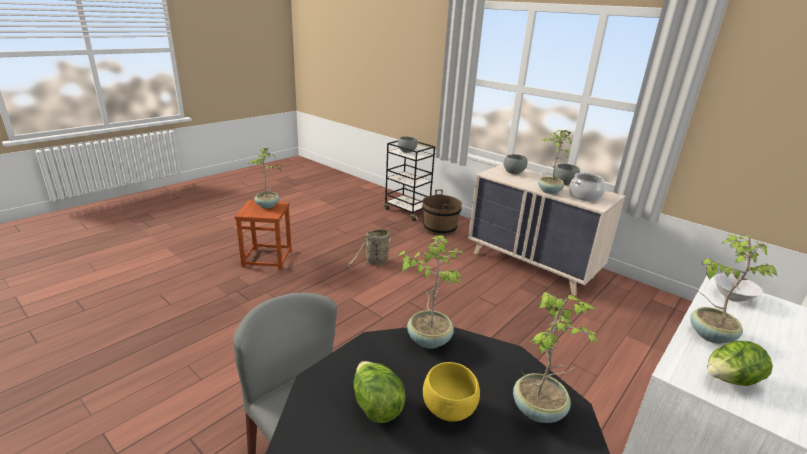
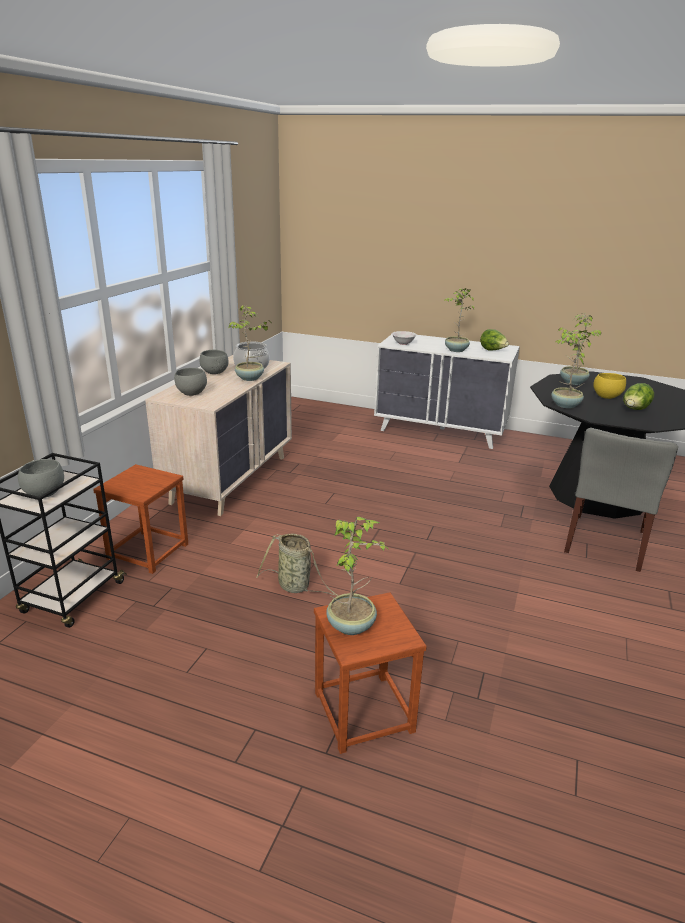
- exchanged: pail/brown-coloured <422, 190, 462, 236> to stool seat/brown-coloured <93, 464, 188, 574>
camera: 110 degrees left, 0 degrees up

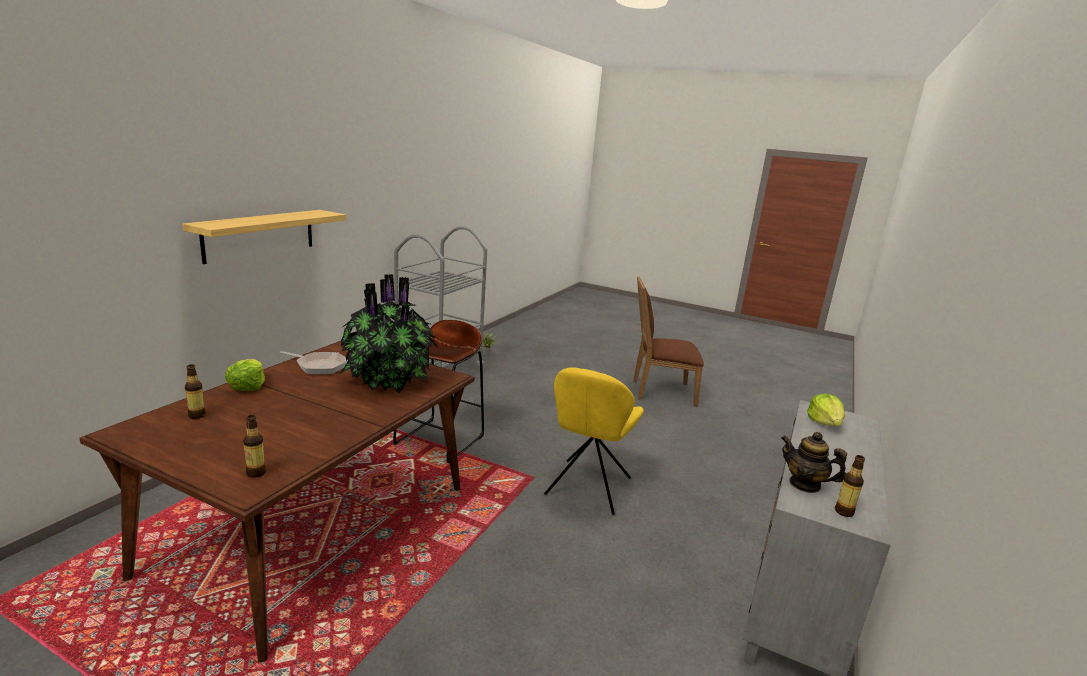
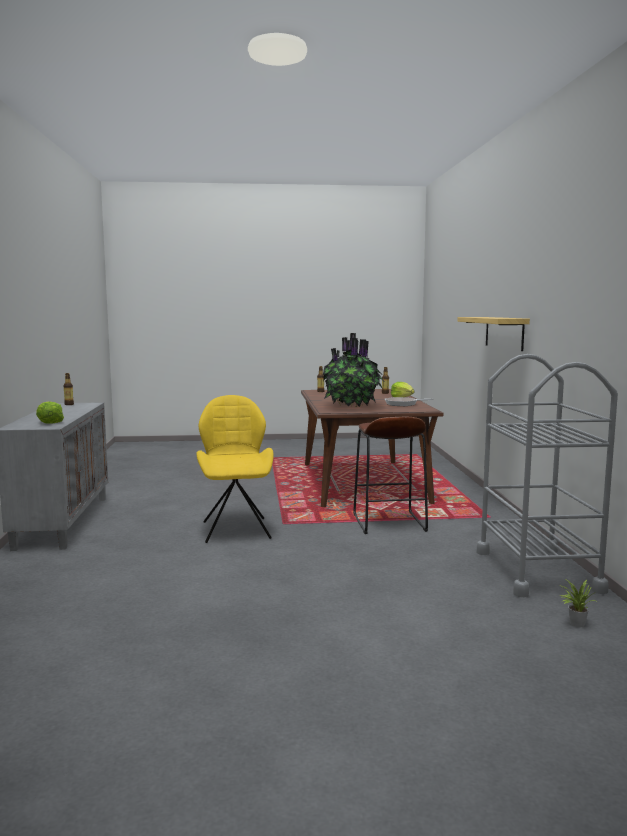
- missing: upright chair/brown-coloured <633, 276, 704, 407>
- missing: pot for tea <781, 432, 847, 493>
camera: 150 degrees right, 10 degrees down

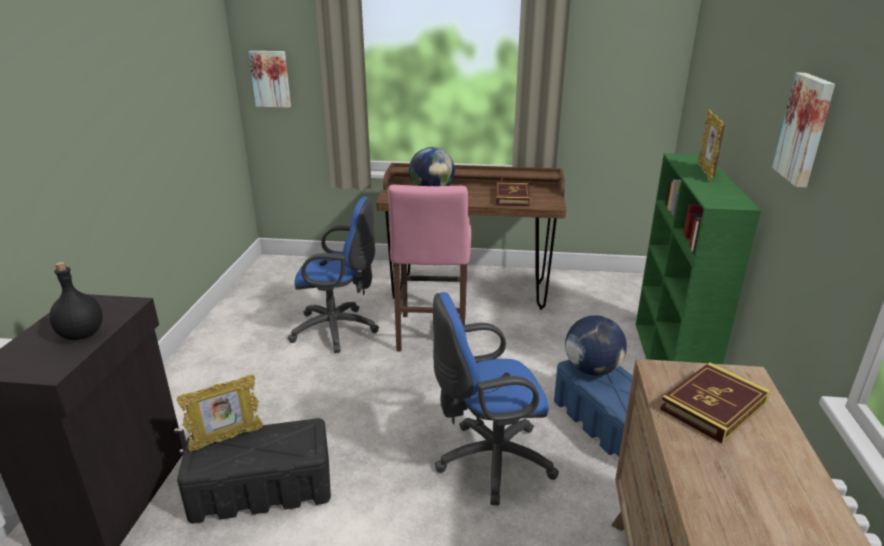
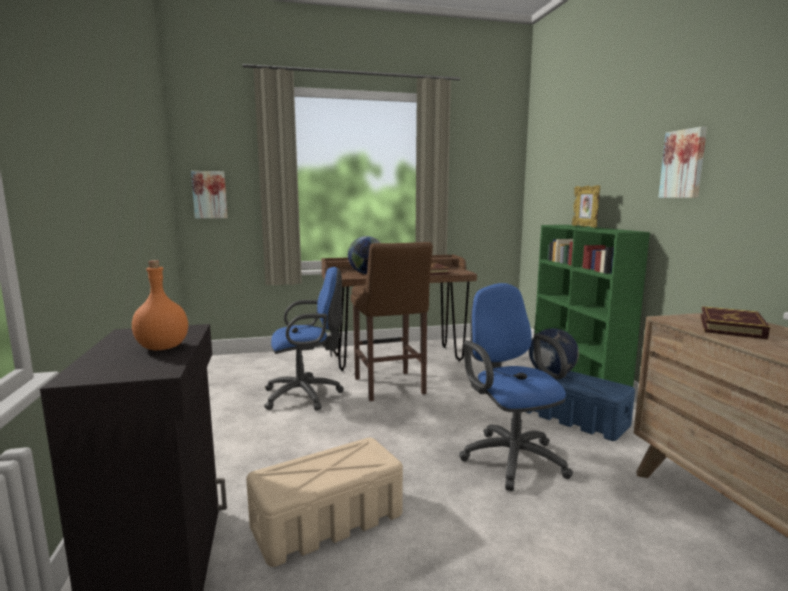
- colour: beverage bottle/blackish <50, 262, 103, 340> to beverage bottle/orange-coloured <132, 260, 188, 350>
- colour: storage box/blackish <177, 418, 331, 523> to storage box/beige-coloured <246, 438, 403, 567>
- colour: stool seat/pink <388, 185, 471, 351> to stool seat/brown-coloured <351, 242, 433, 401>
- spun: computer chair/bluish <433, 292, 559, 505> = <459, 283, 573, 491> 105 degrees clockwise
- missing: photo frame <177, 374, 263, 452>
camera: 20 degrees left, 15 degrees down

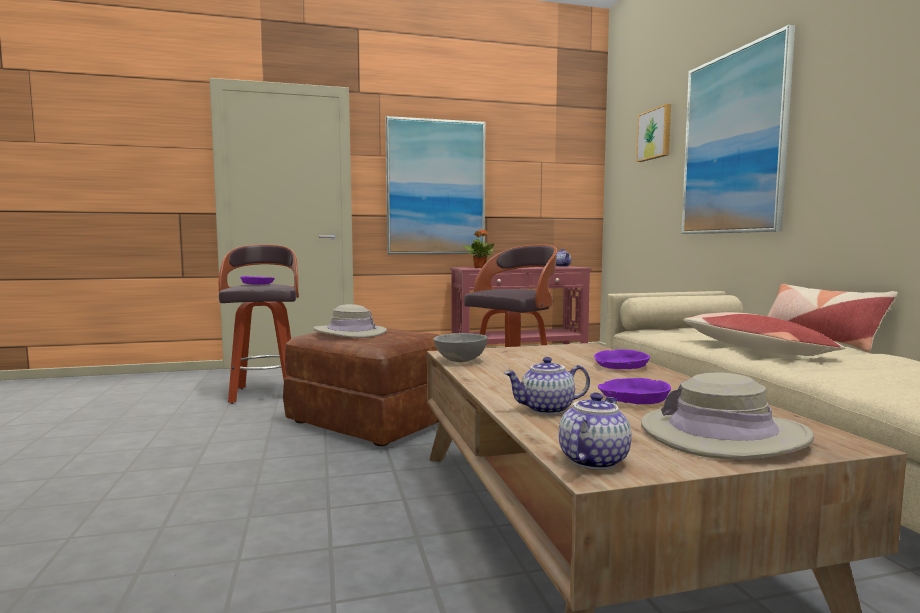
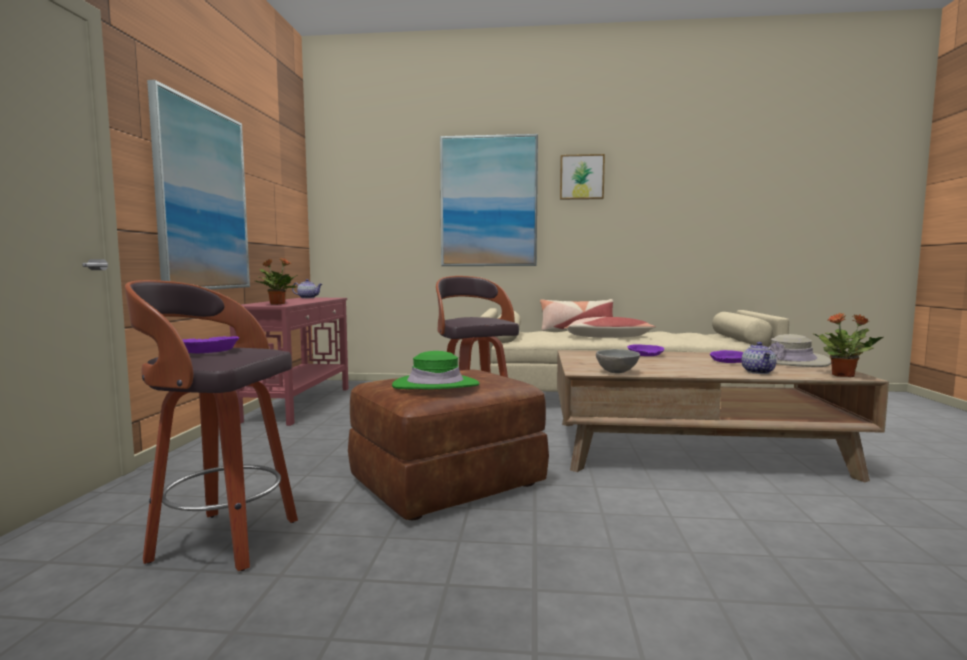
- colour: hat/beige-coloured <313, 304, 387, 338> to hat/greenish <392, 351, 479, 389>
- relocated: wall picture <636, 104, 671, 162> to <560, 154, 605, 200>
- exchanged: pot for tea <559, 393, 631, 470> to plant in a pot <812, 313, 883, 377>
camera: 70 degrees left, 0 degrees up

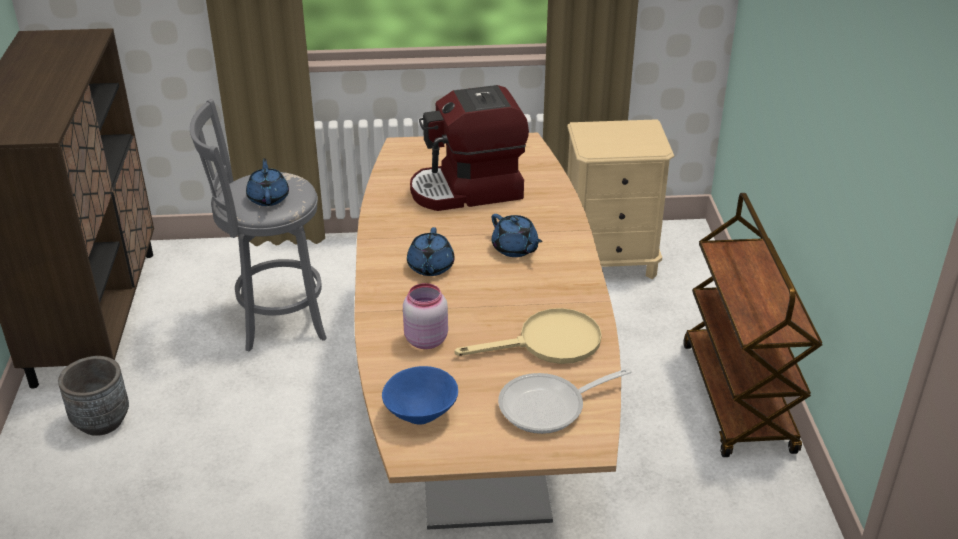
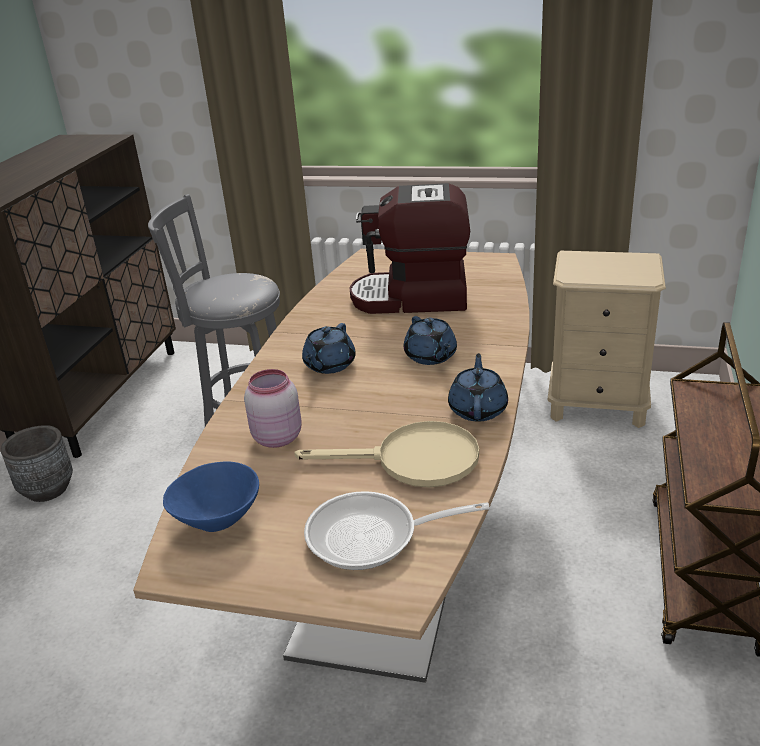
- relocated: pot for tea/bluish <246, 158, 289, 206> to <448, 353, 508, 422>
camera: 20 degrees right, 5 degrees down

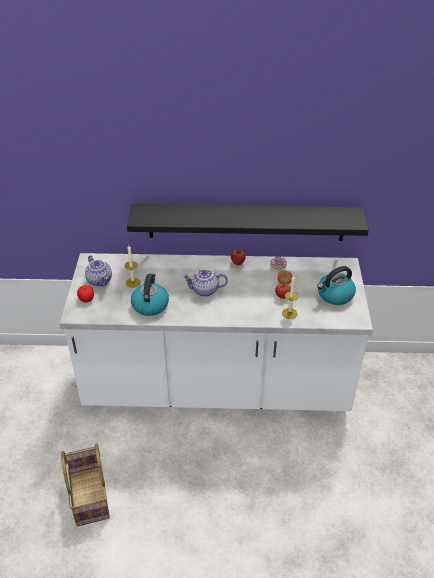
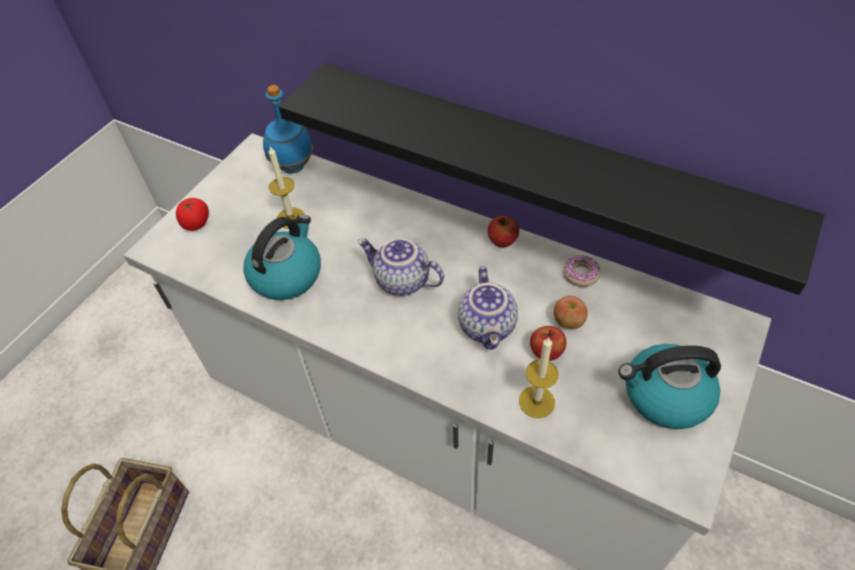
- appeared: beverage bottle/bluish <263, 85, 313, 174>
- relocated: pot for tea <85, 255, 112, 287> to <458, 266, 518, 350>
camera: 30 degrees right, 10 degrees up

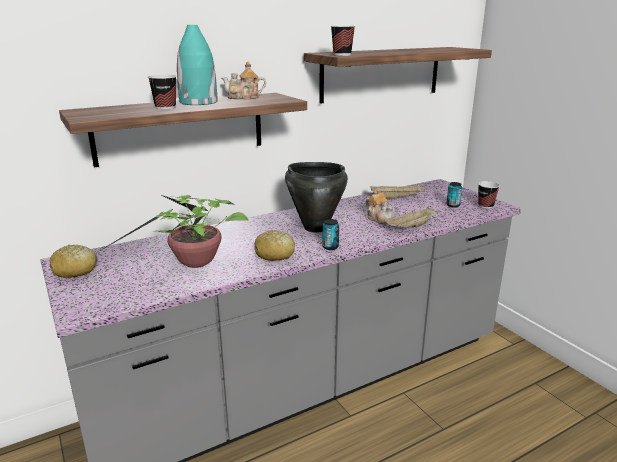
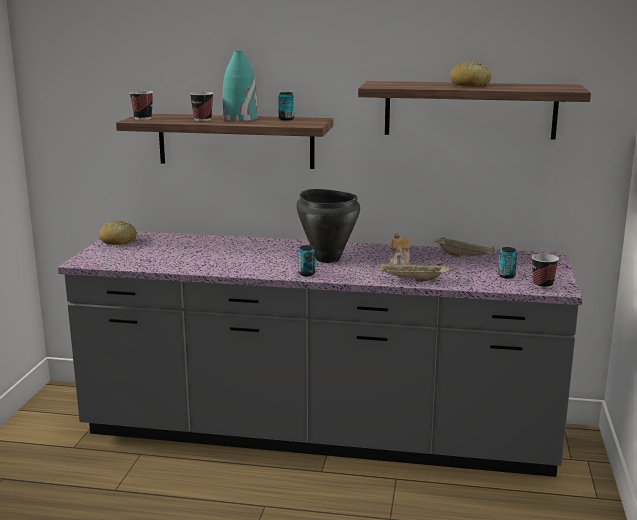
- relocated: drinking cup <331, 26, 355, 56> to <129, 91, 153, 120>
- exchanged: pot for tea <222, 62, 266, 99> to metal can <278, 92, 294, 120>
- relocated: bakery bread <254, 230, 295, 261> to <450, 61, 492, 87>
- missing: plant in a pot <96, 195, 249, 268>
camera: 40 degrees right, 5 degrees down

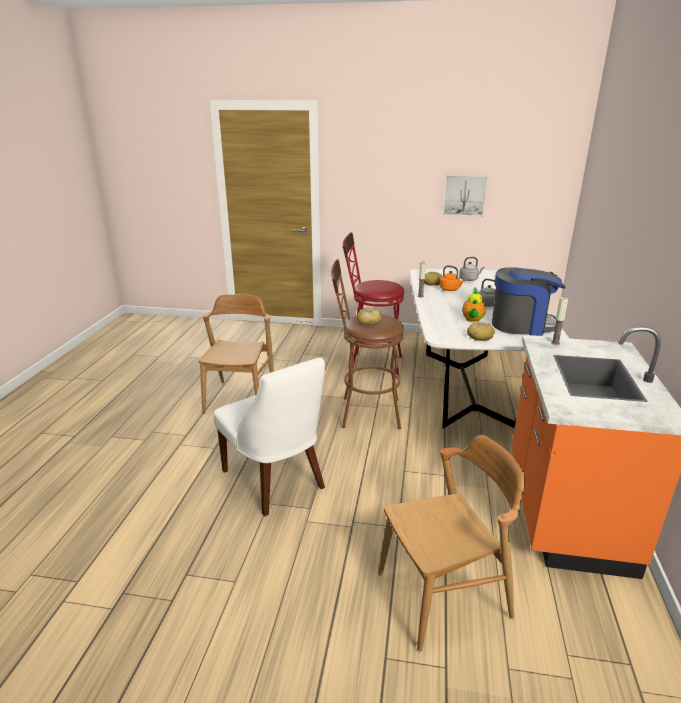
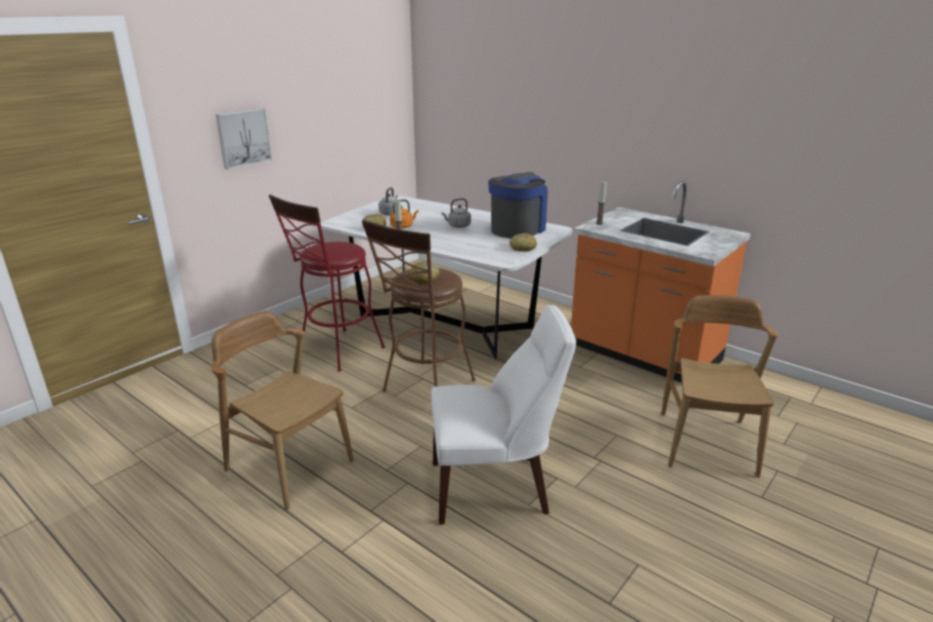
- relocated: wall picture <443, 174, 487, 217> to <216, 108, 272, 169>
- missing: pot for tea <462, 289, 486, 322>
camera: 60 degrees left, 0 degrees up

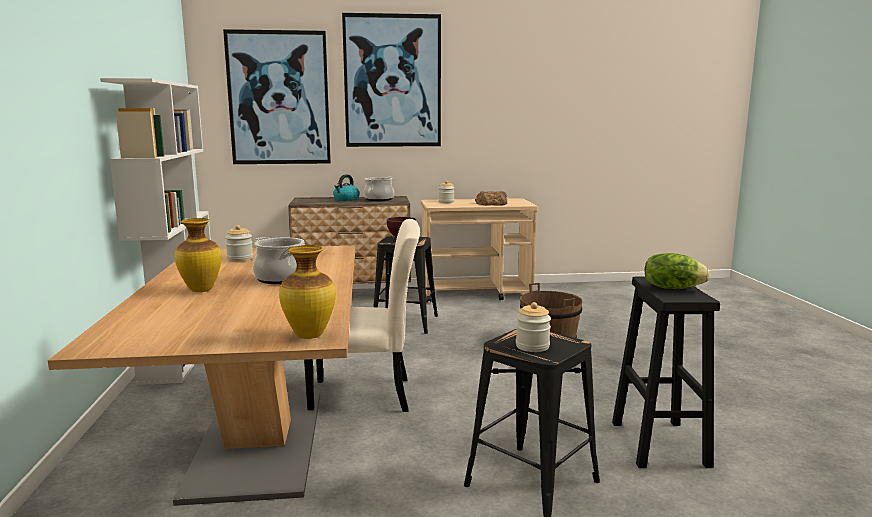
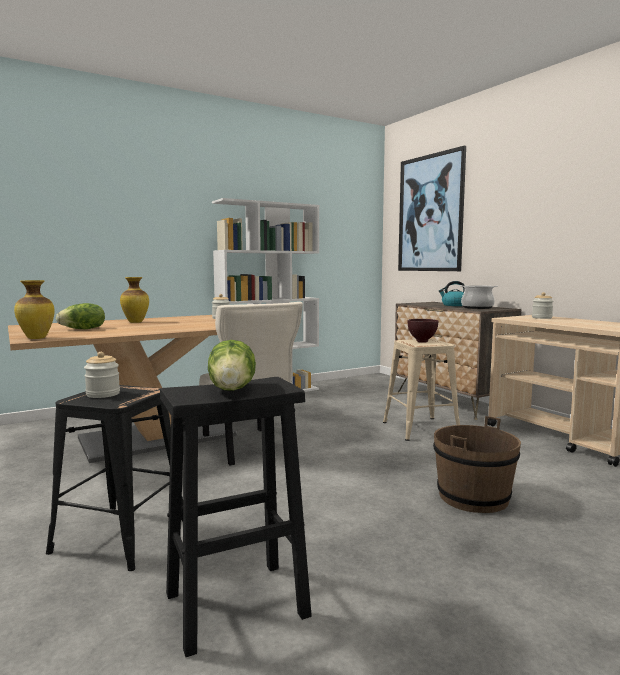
- appeared: head of lettuce <56, 303, 105, 329>
- colour: stool seat/blackish <373, 236, 438, 334> to stool seat/beige-coloured <383, 339, 460, 441>
- missing: stockpot <253, 237, 305, 284>
- missing: wall picture <342, 13, 441, 147>
- missing: bakery bread <475, 191, 507, 205>
camera: 65 degrees right, 5 degrees down

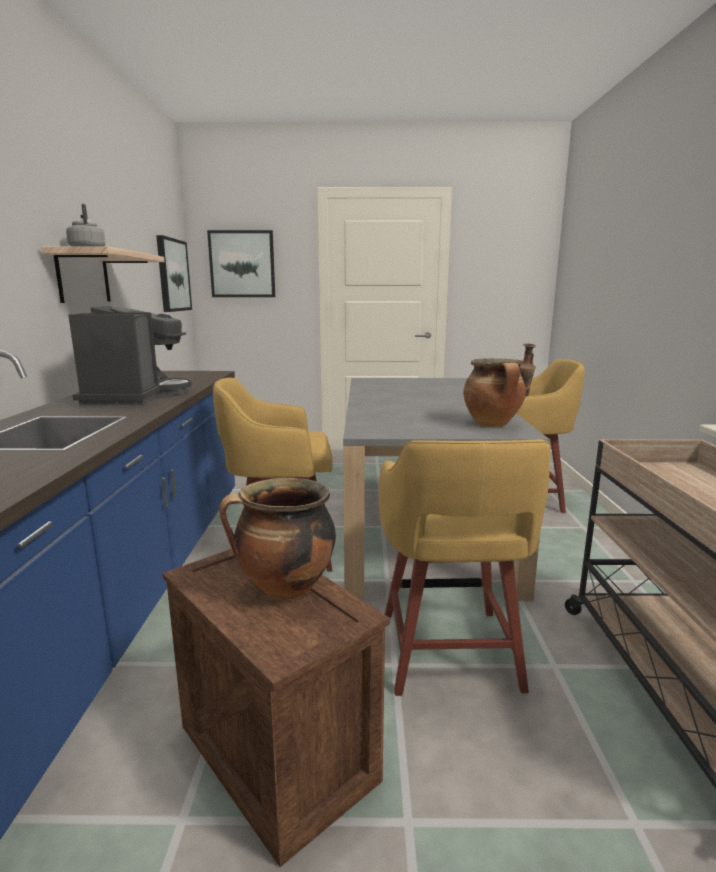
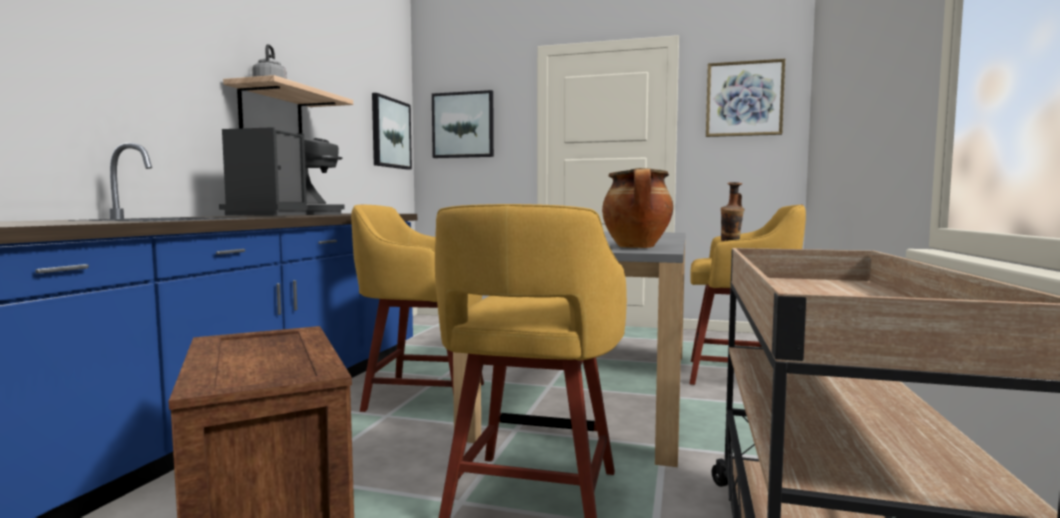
- appeared: wall picture <706, 59, 785, 137>
- missing: stockpot <219, 478, 336, 600>
camera: 15 degrees right, 10 degrees down

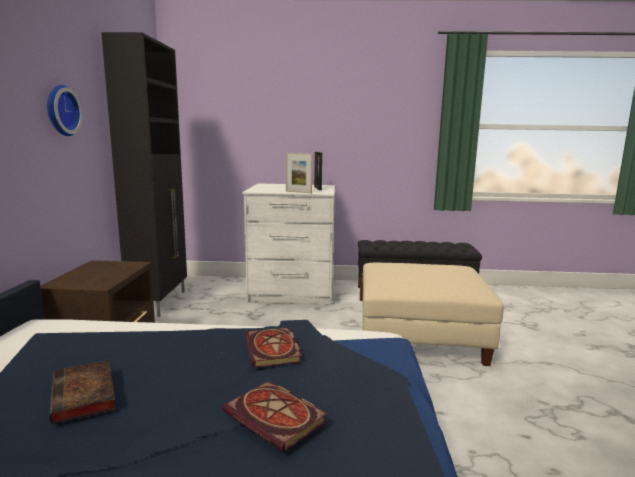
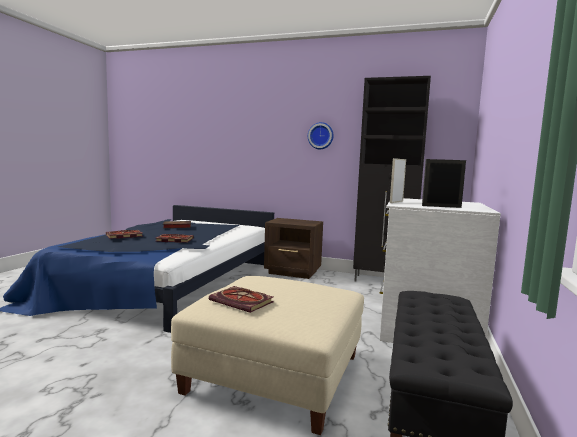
- appeared: volume <209, 286, 274, 313>
camera: 105 degrees right, 5 degrees down

